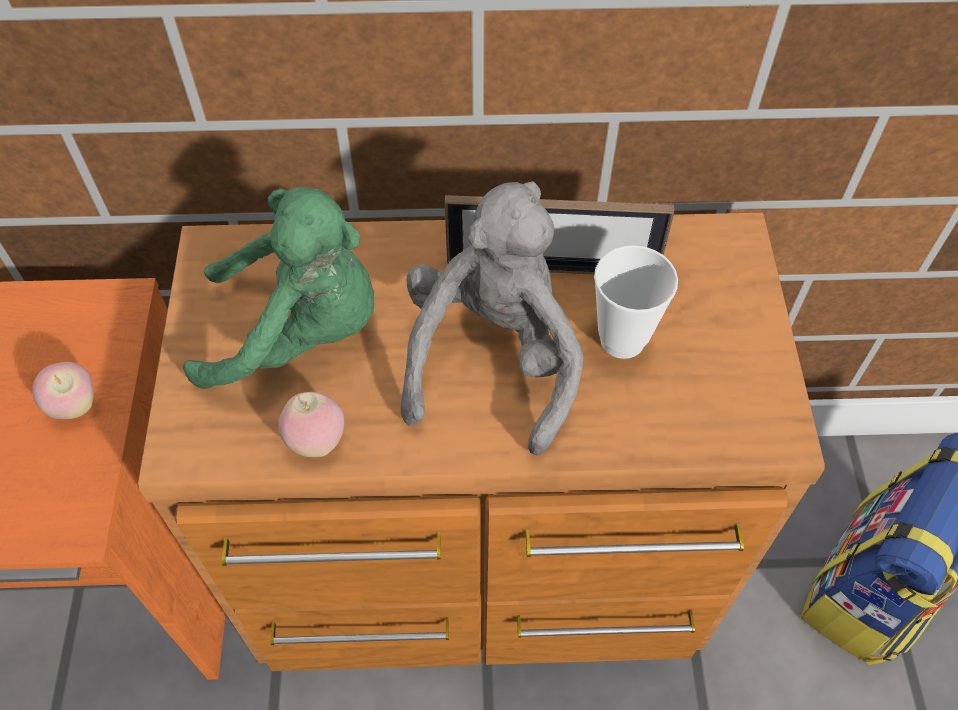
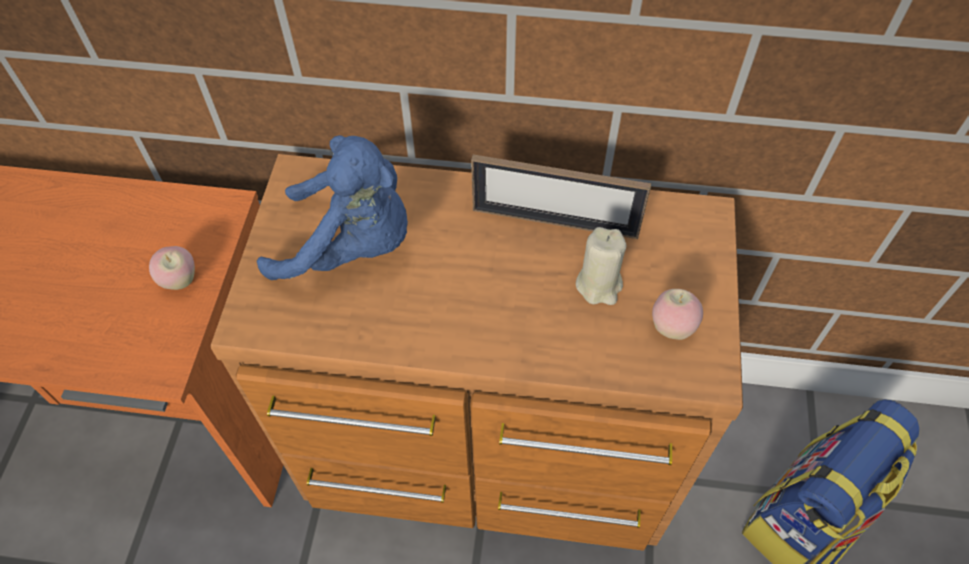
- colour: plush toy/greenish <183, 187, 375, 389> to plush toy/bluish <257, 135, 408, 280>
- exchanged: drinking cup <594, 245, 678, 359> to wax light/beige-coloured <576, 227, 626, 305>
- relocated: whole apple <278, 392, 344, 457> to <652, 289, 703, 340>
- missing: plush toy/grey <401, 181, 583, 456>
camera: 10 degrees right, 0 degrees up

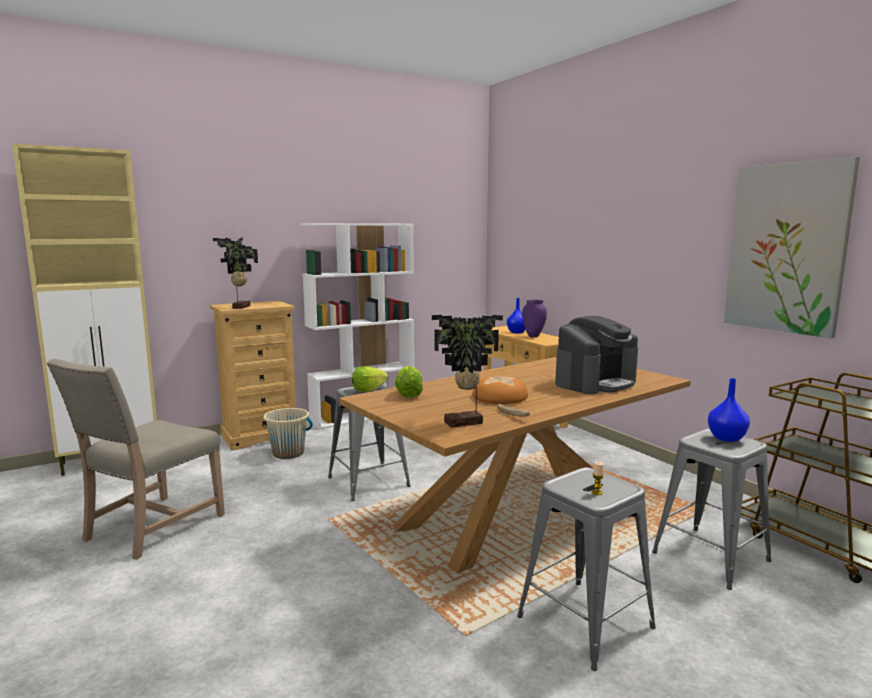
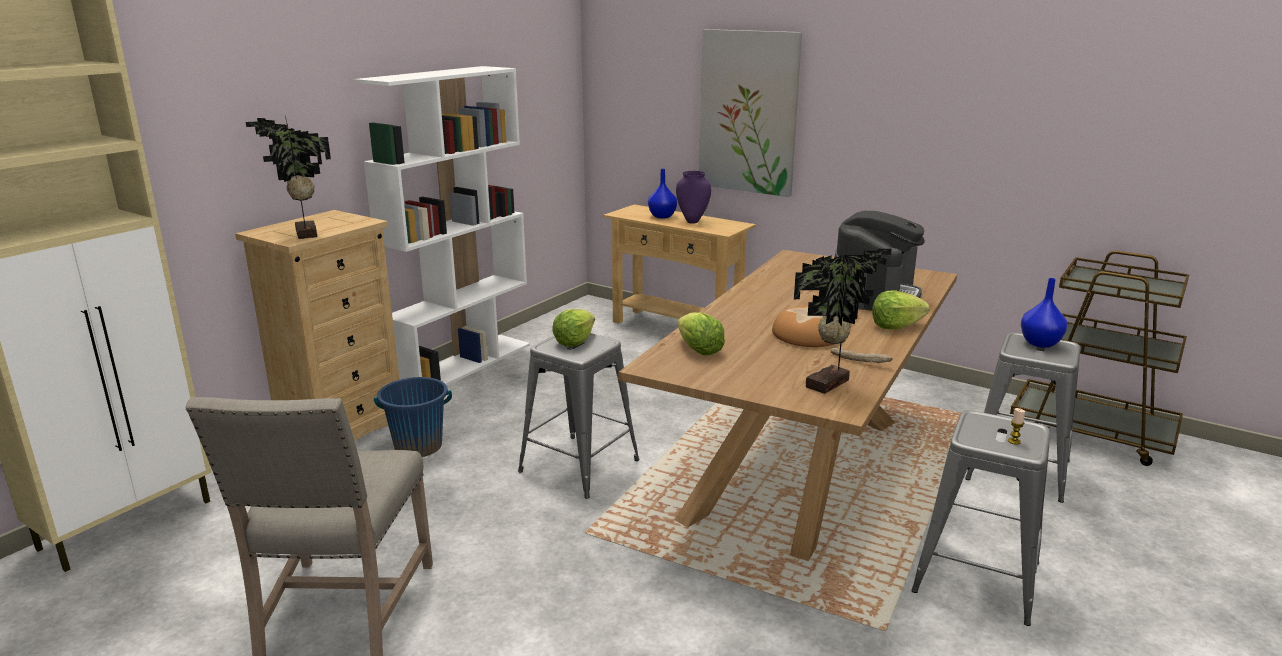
- colour: pail/beige-coloured <263, 408, 313, 459> to pail/bluish <373, 377, 452, 457>
- relocated: wall picture <724, 157, 860, 338> to <699, 29, 802, 197>
- appeared: head of lettuce <872, 291, 930, 330>
camera: 25 degrees left, 10 degrees up

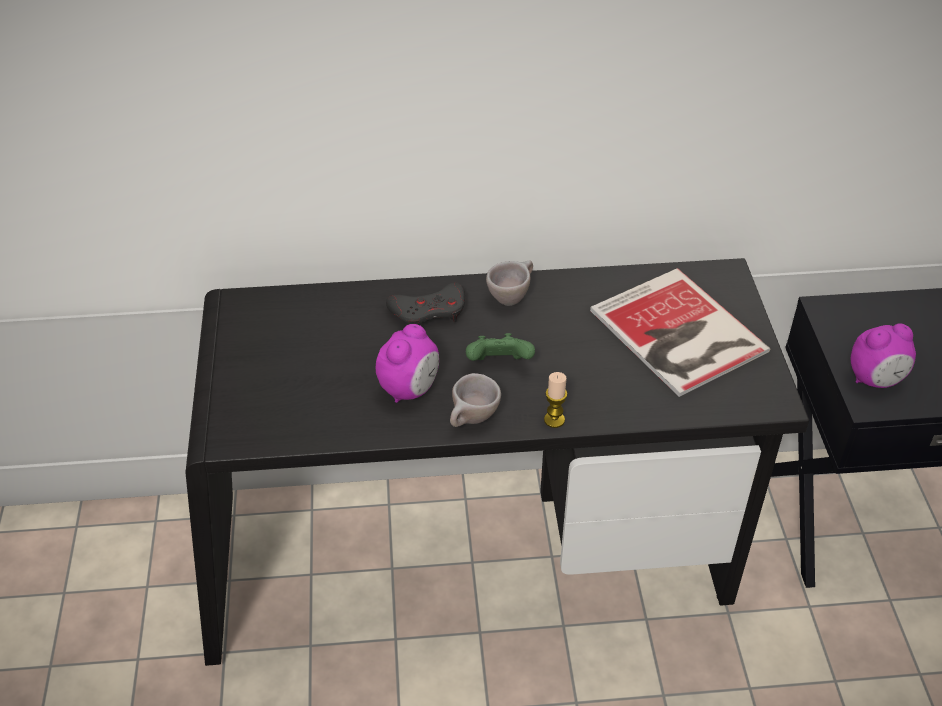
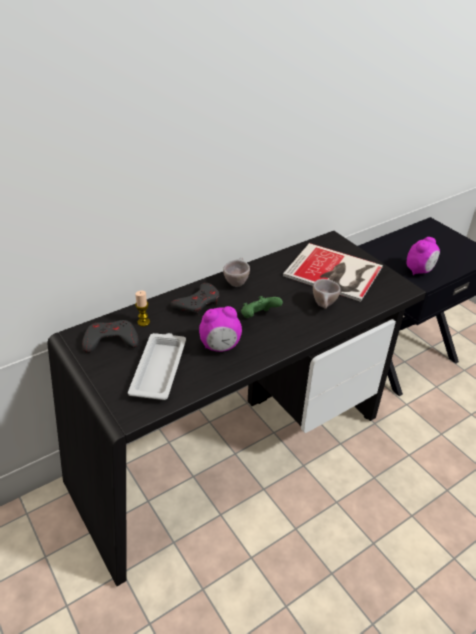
- appeared: joypad/grey <82, 320, 139, 353>
- appeared: tray/white-coloured <128, 333, 186, 400>
- relocated: wax light <544, 372, 567, 428> to <135, 291, 150, 326>
- spun: alarm clock <376, 324, 439, 403> = <199, 306, 242, 352> 75 degrees clockwise
- relocated: drinking cup/beige-coloured <450, 373, 501, 427> to <313, 279, 341, 309>
camera: 30 degrees left, 5 degrees down

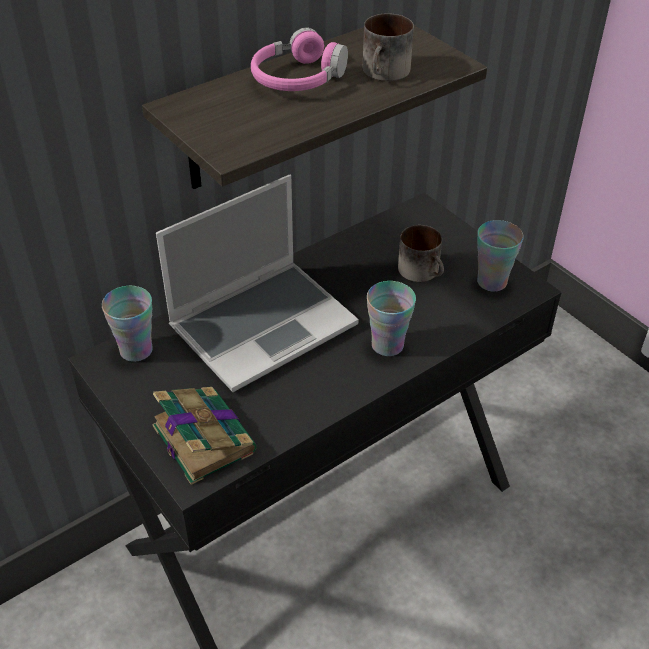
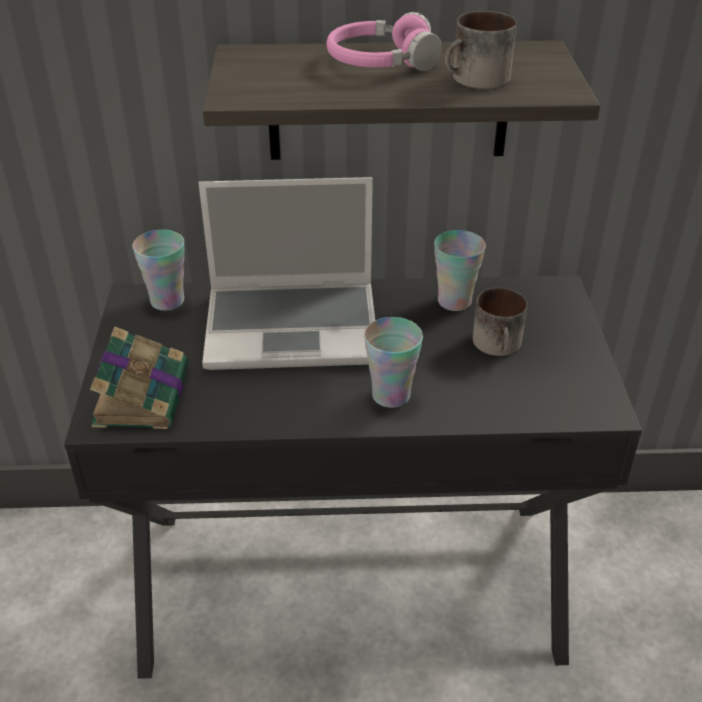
- relocated: drinking cup <477, 220, 524, 292> to <434, 230, 486, 311>
camera: 35 degrees right, 5 degrees down

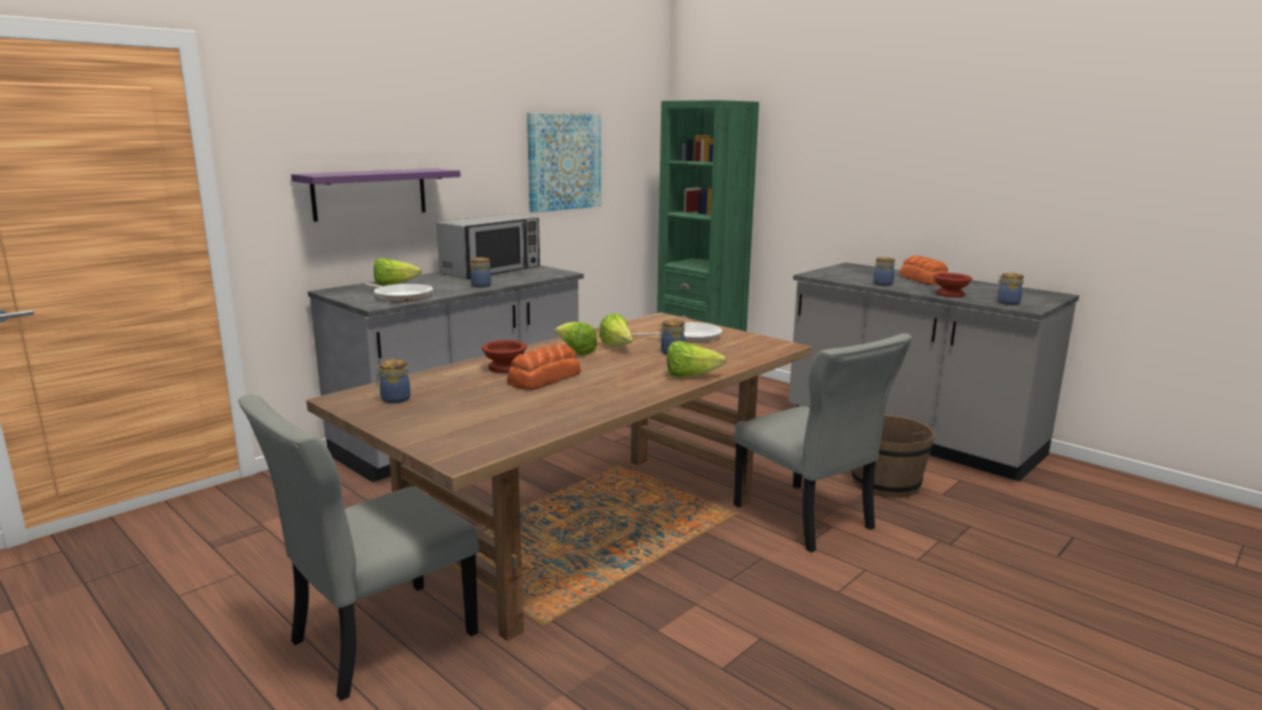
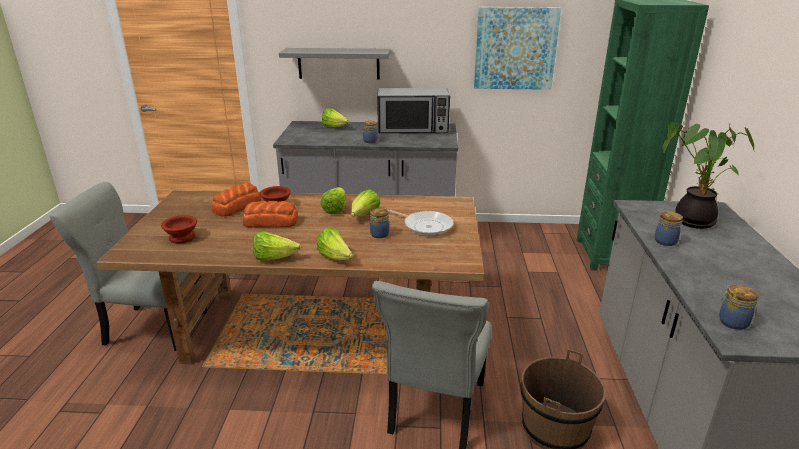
- relocated: bowl/brown-coloured <933, 273, 972, 297> to <161, 215, 197, 244>
- relocated: bakery bread <899, 256, 948, 285> to <211, 182, 262, 216>
- appeared: head of lettuce <253, 231, 301, 261>
- colour: shelf/purple <291, 168, 461, 222> to shelf/grey <279, 48, 391, 80>
- appeared: plant in a pot <663, 122, 755, 229>
- missing: skillet <365, 283, 433, 302>
- missing: jar <375, 359, 410, 404>
camera: 50 degrees right, 10 degrees up

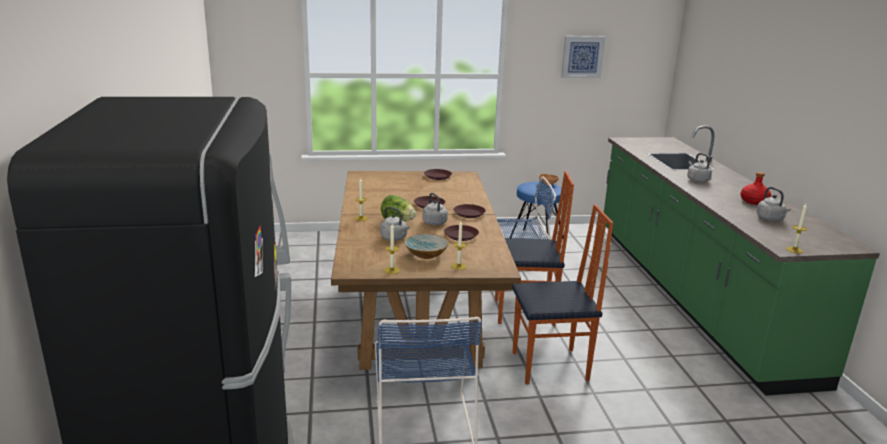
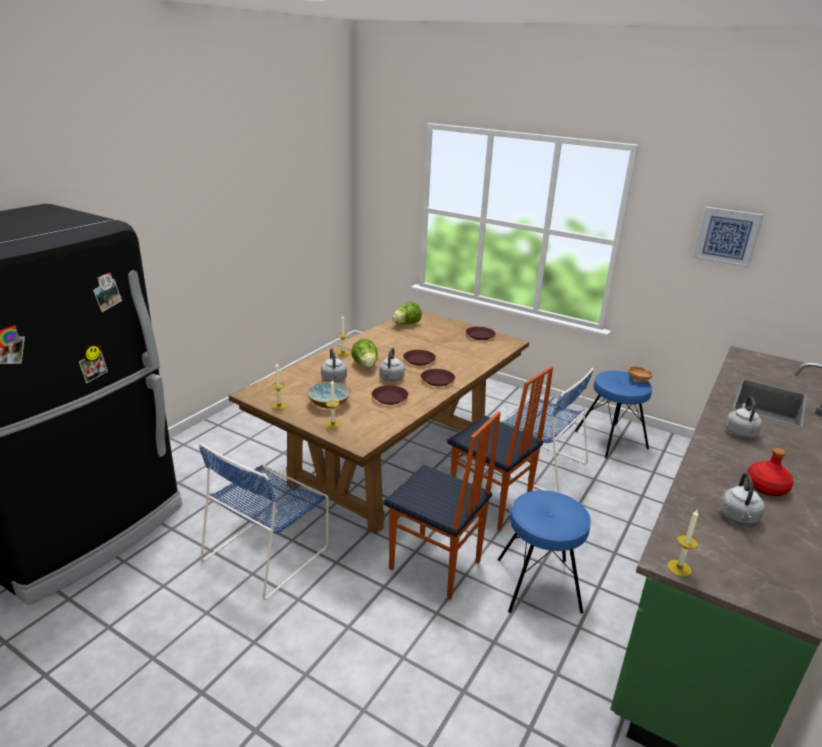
- appeared: head of lettuce <392, 302, 422, 324>
- appeared: stool seat/bluish <498, 490, 591, 614>
camera: 40 degrees right, 5 degrees up

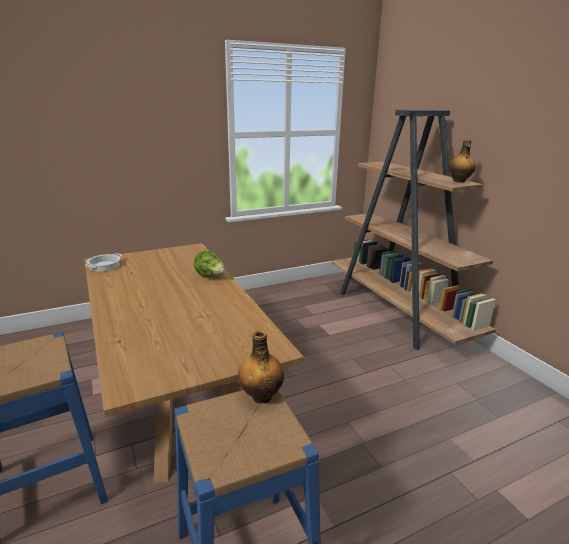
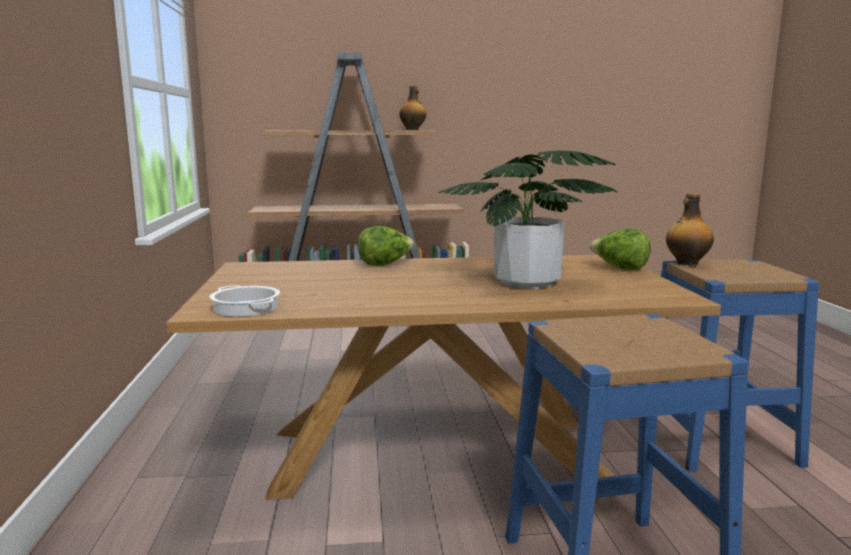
- appeared: plant in a pot <439, 151, 617, 289>
- appeared: head of lettuce <590, 229, 651, 270>
camera: 70 degrees left, 10 degrees down

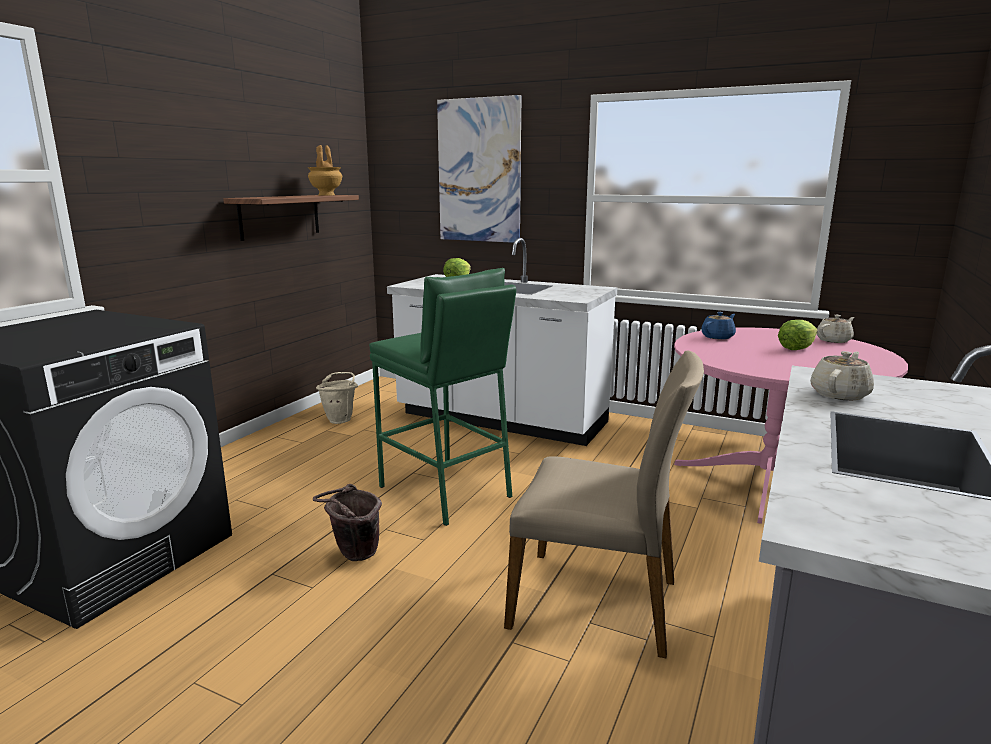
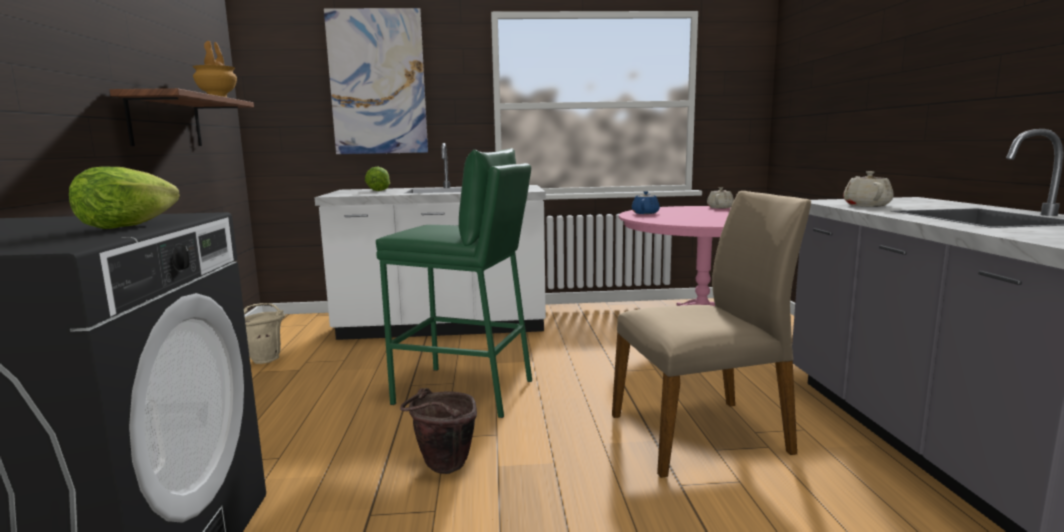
- relocated: head of lettuce <778, 320, 818, 350> to <69, 166, 180, 229>
camera: 30 degrees left, 5 degrees down

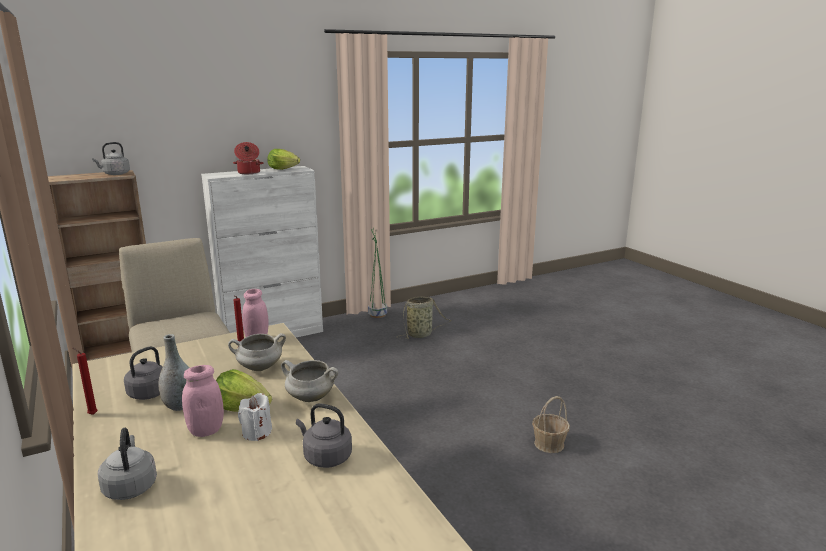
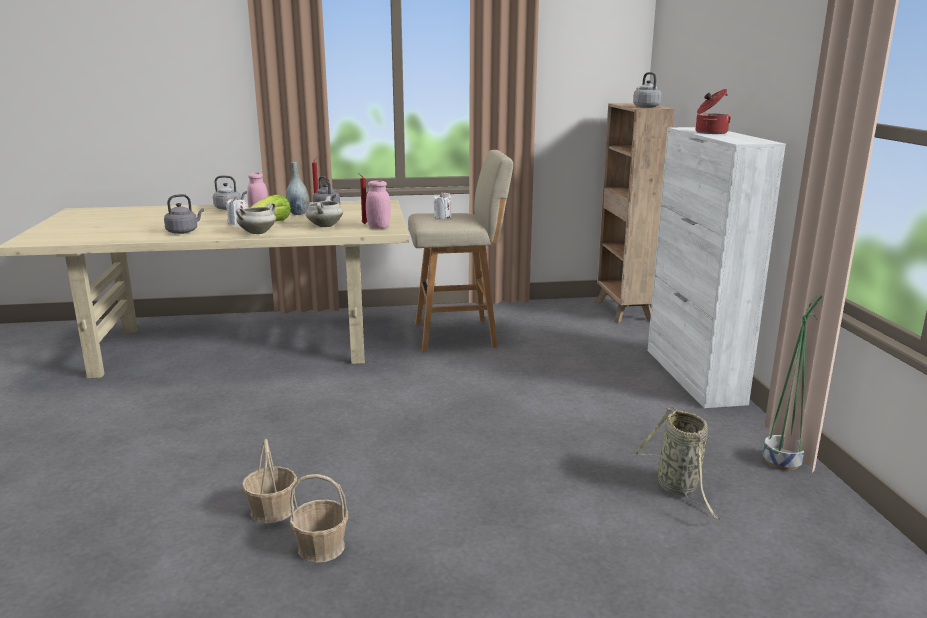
- appeared: storage basket <290, 474, 348, 563>
- appeared: wax light/white-coloured <433, 192, 451, 219>
- missing: head of lettuce <268, 149, 300, 170>
camera: 110 degrees right, 0 degrees up

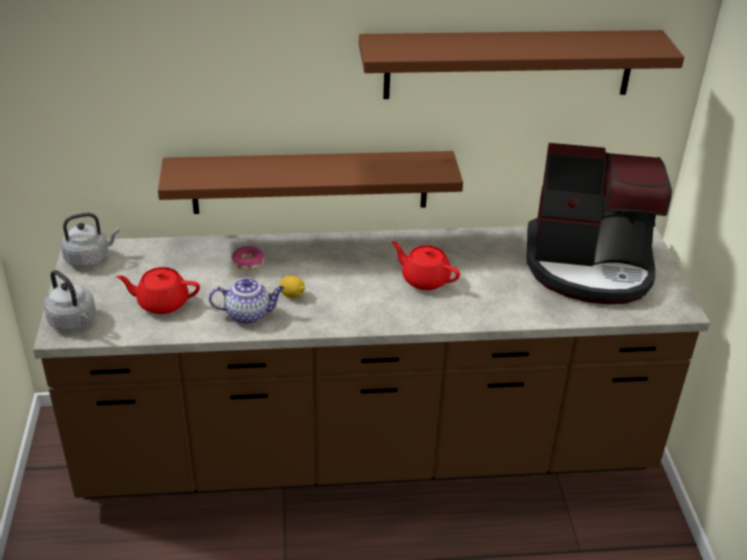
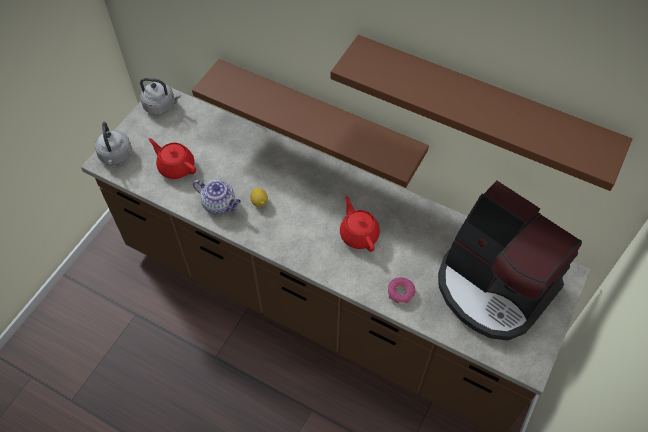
- relocated: doughnut <231, 246, 264, 270> to <388, 277, 416, 304>
camera: 35 degrees right, 20 degrees up

